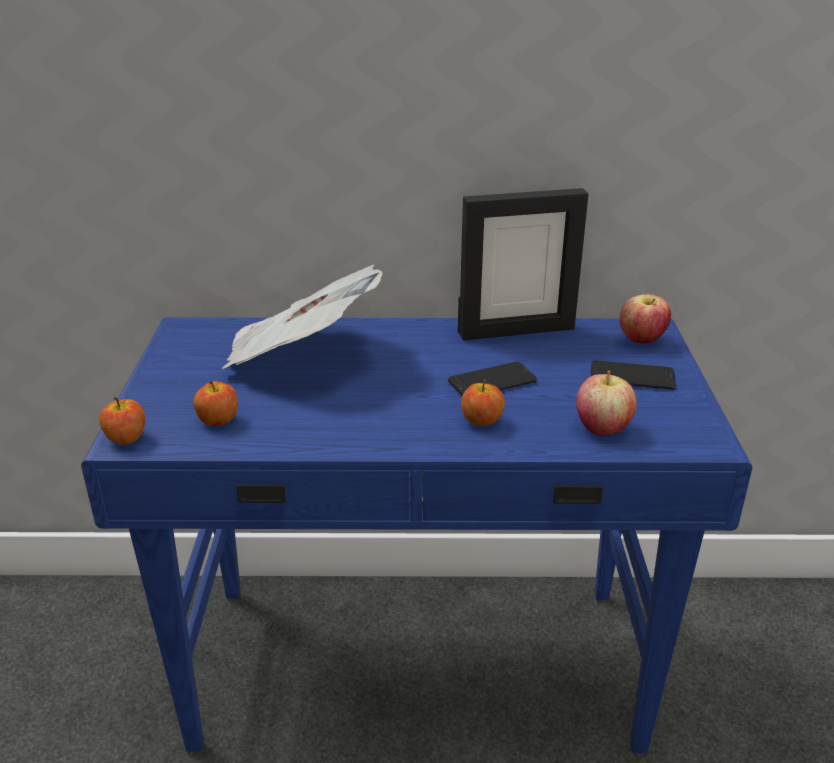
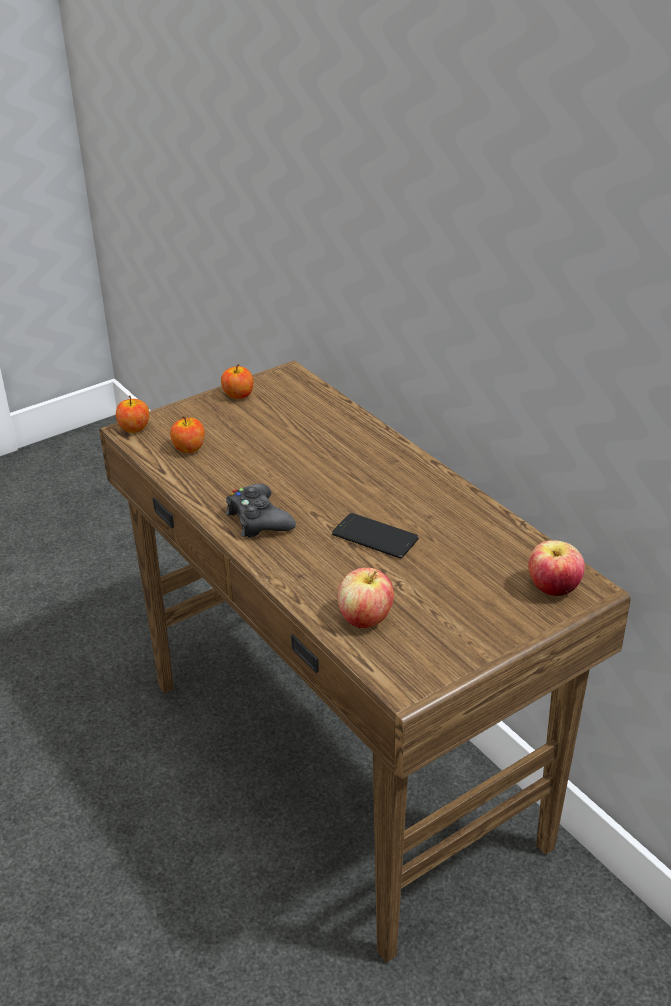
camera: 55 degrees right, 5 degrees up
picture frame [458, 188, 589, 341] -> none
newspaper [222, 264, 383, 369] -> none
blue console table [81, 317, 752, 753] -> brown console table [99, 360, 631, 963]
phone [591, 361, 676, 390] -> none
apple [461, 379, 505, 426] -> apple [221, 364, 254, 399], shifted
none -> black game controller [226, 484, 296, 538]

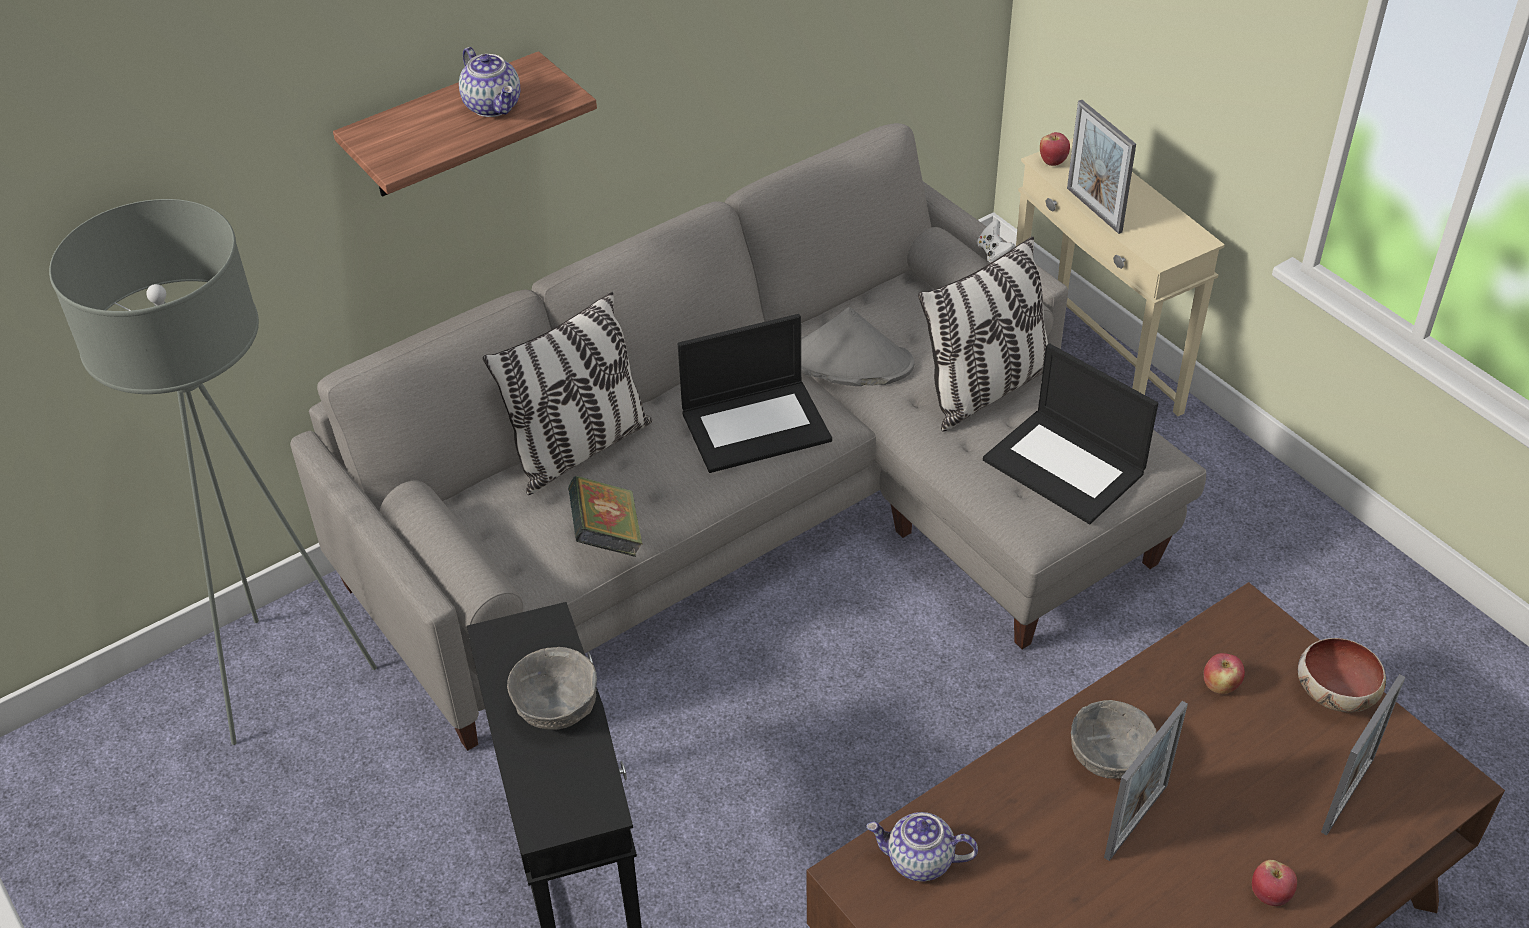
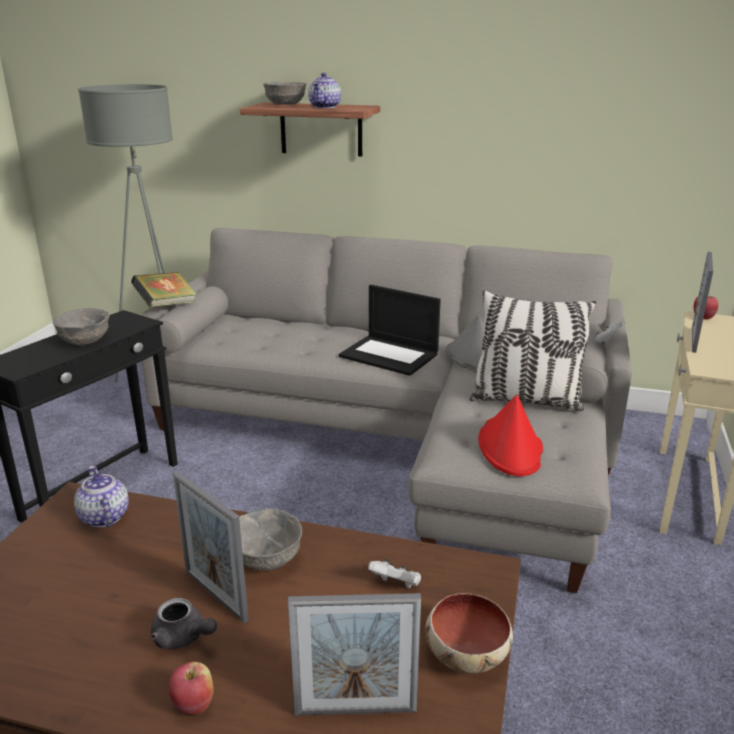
camera: 50 degrees right, 20 degrees down
pillow [483, 292, 653, 495] -> none
laptop [983, 343, 1158, 524] -> red hat [478, 395, 543, 476]
book [568, 476, 643, 557] -> book [131, 272, 197, 307], shifted
apple [1204, 653, 1245, 694] -> white game controller [368, 559, 421, 588]
picture frame [1104, 701, 1188, 861] -> picture frame [173, 471, 249, 623], 45 degrees clockwise
none -> grey bowl [263, 82, 307, 105]
none -> grey teapot [151, 598, 217, 649]

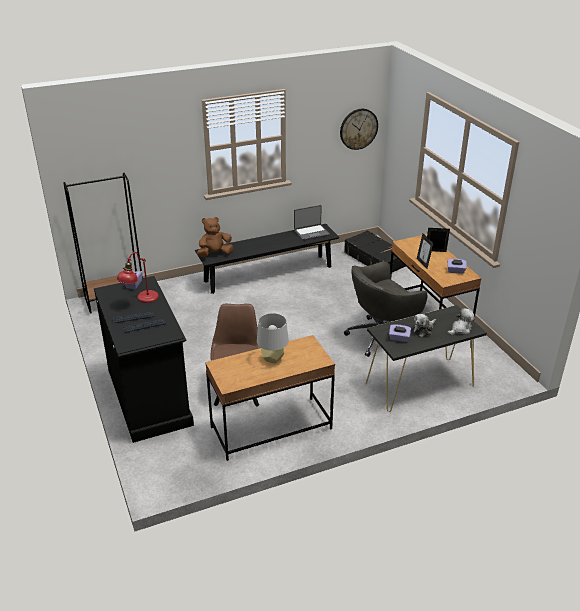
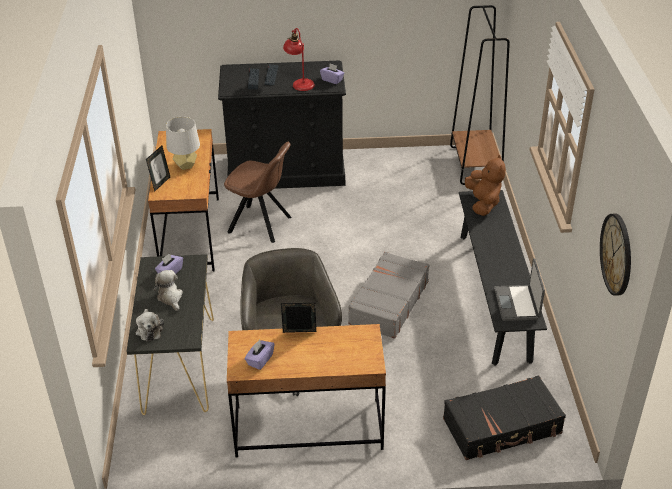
camera: 110 degrees right, 5 degrees up
picture frame [427, 228, 450, 252] -> picture frame [146, 146, 170, 192], shifted
none -> grey suitcase [348, 252, 430, 339]

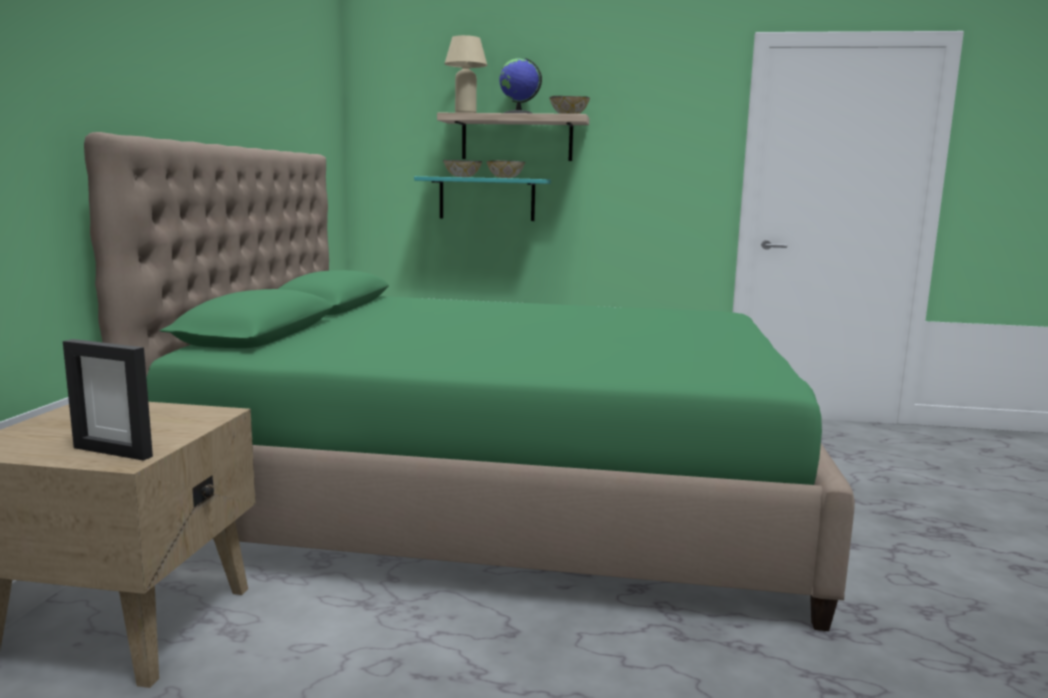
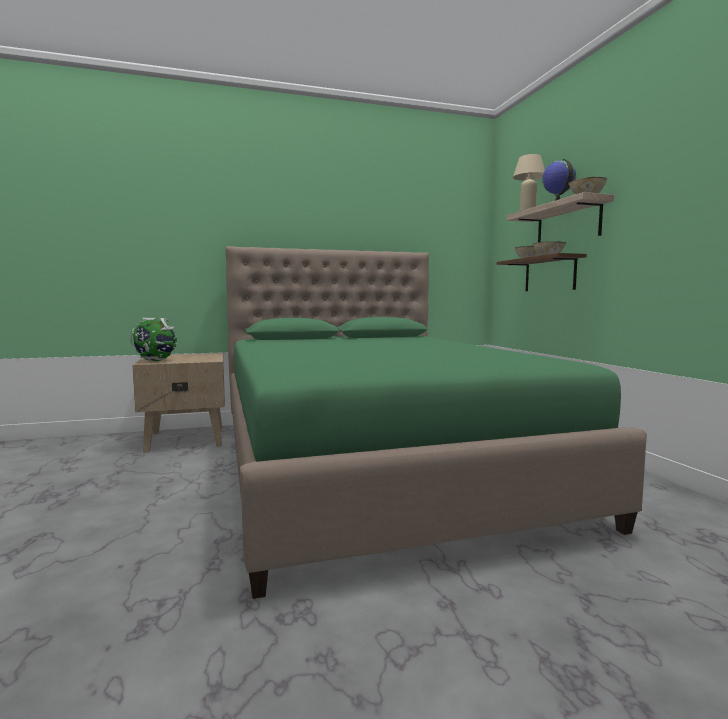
camera: 65 degrees right, 5 degrees down
turquoise shelf [414, 176, 551, 221] -> brown shelf [496, 253, 587, 291]
picture frame [63, 339, 153, 461] -> globe [130, 317, 178, 362]

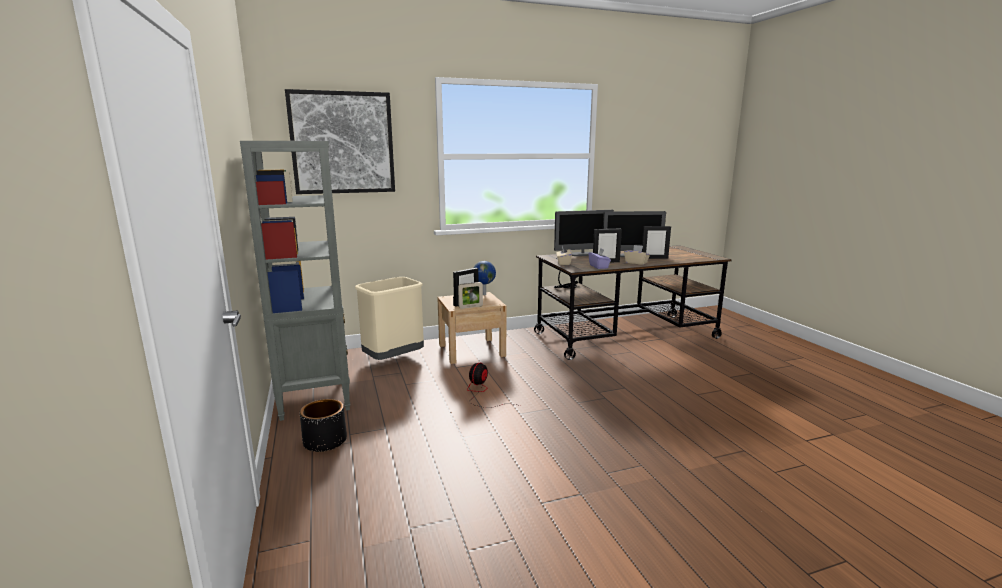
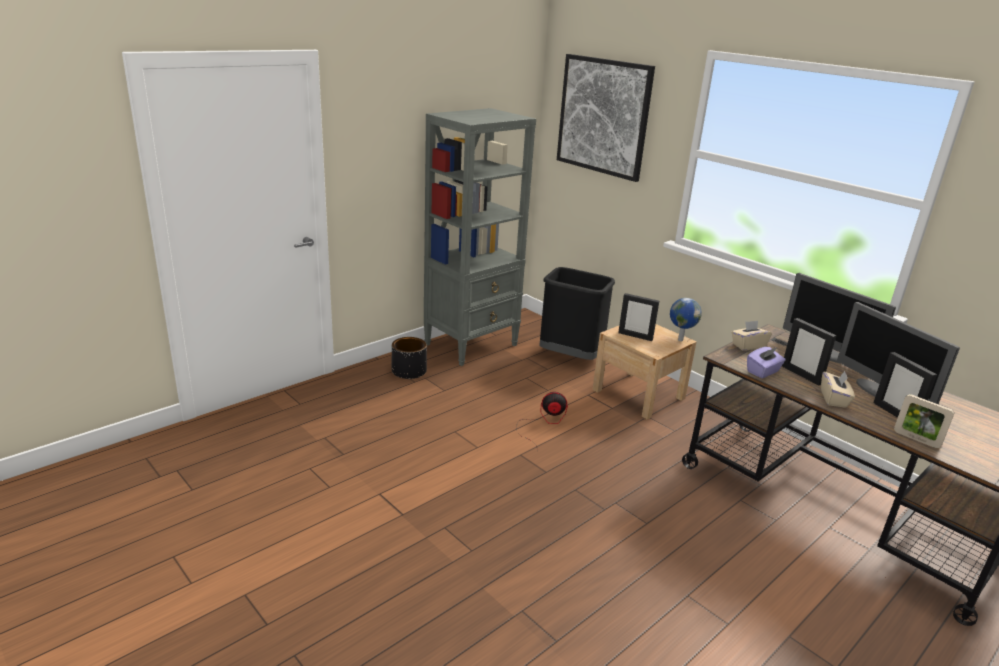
camera: 65 degrees right, 10 degrees up
beige trash can [355, 277, 424, 360] -> black trash can [540, 267, 615, 360]
picture frame [458, 282, 483, 309] -> picture frame [894, 394, 954, 448], shifted

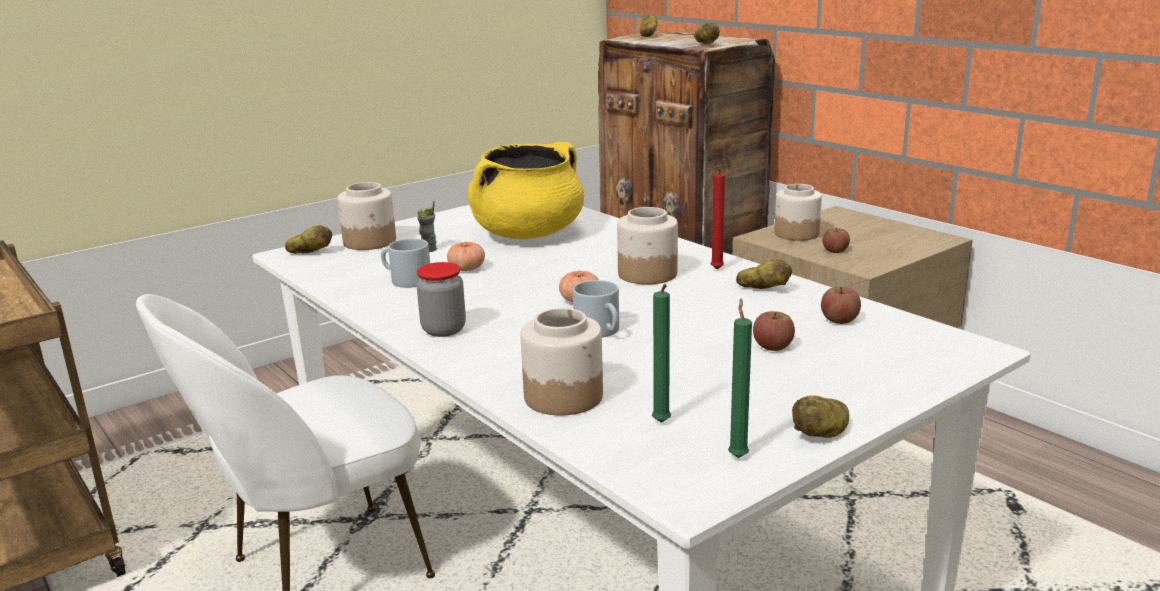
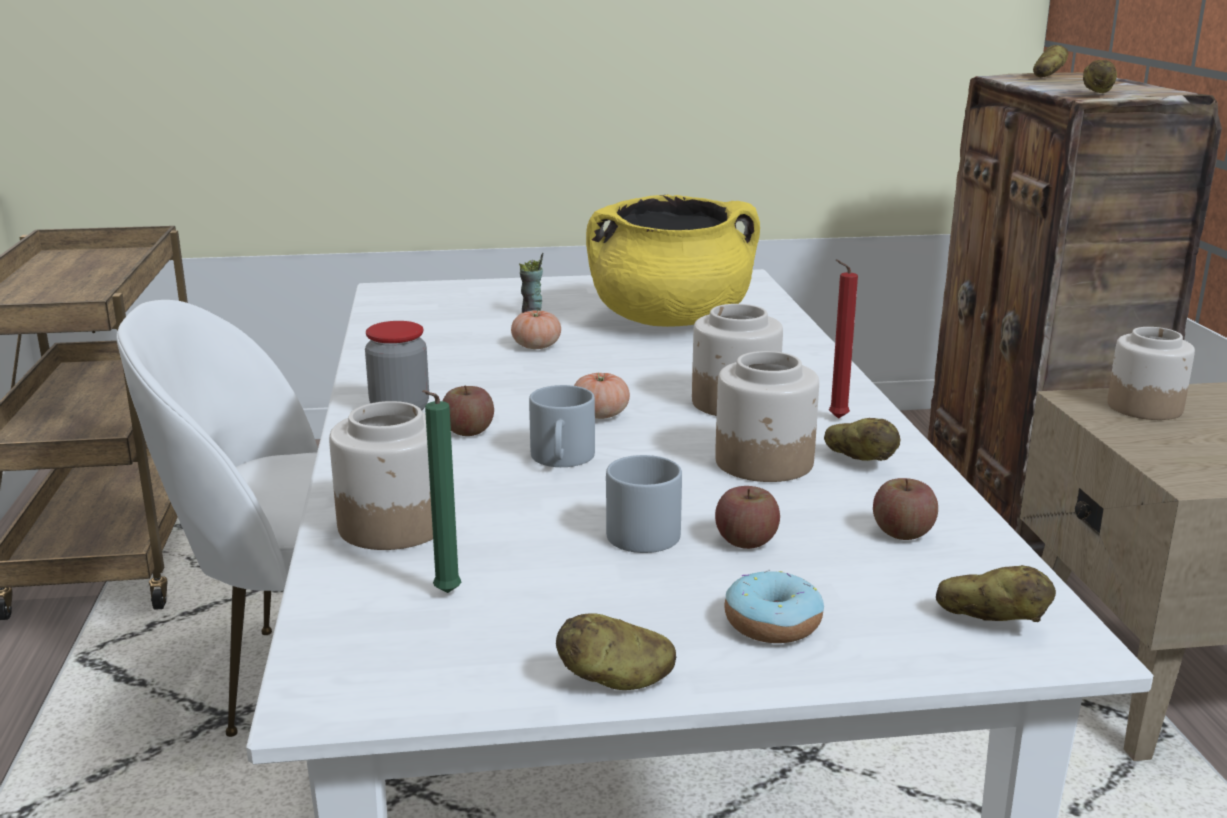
camera: 30 degrees right, 0 degrees up
jar [338, 182, 396, 250] -> jar [715, 351, 819, 482], shifted
potato [285, 225, 332, 254] -> potato [936, 565, 1056, 622], shifted
apple [822, 228, 850, 253] -> apple [443, 386, 494, 436], shifted
grey mug [381, 239, 430, 288] -> grey mug [606, 455, 682, 553], shifted
green candle [728, 299, 752, 458] -> none
none -> donut [724, 569, 824, 643]

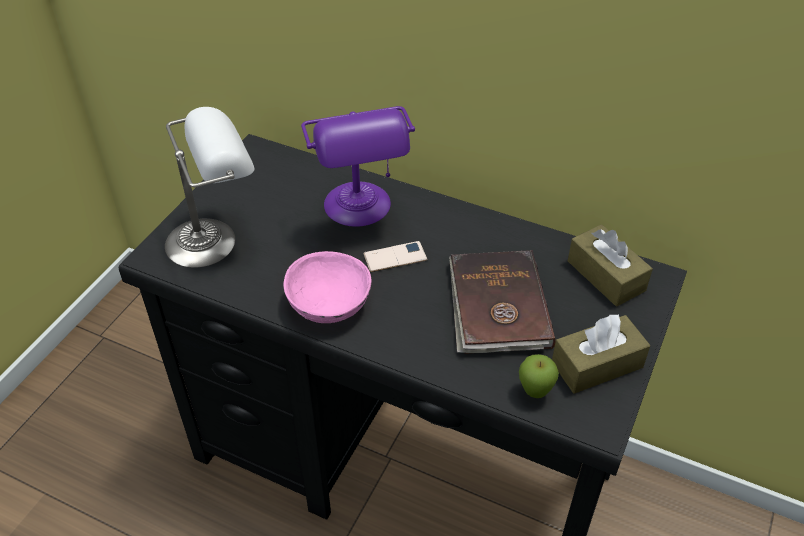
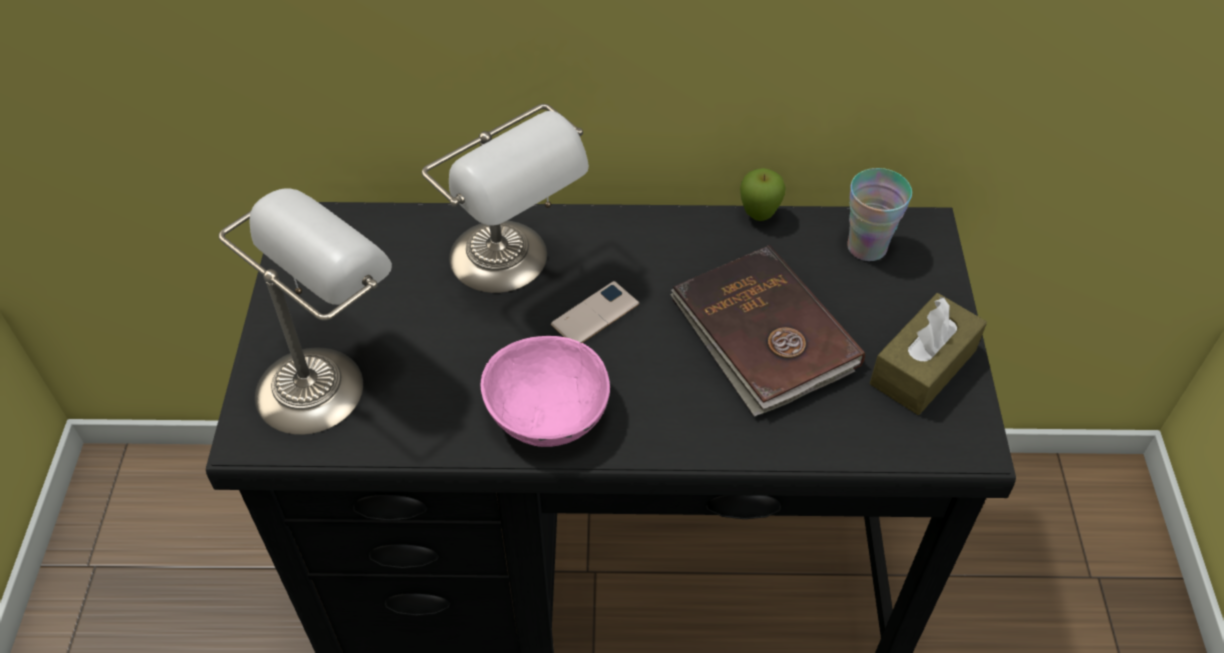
camera: 25 degrees left, 5 degrees up
purple table lamp [301, 106, 415, 227] -> white table lamp [422, 104, 589, 293]
brown tissue box [568, 224, 653, 307] -> cup [847, 168, 912, 261]
apple [519, 354, 559, 398] -> apple [740, 168, 786, 221], shifted

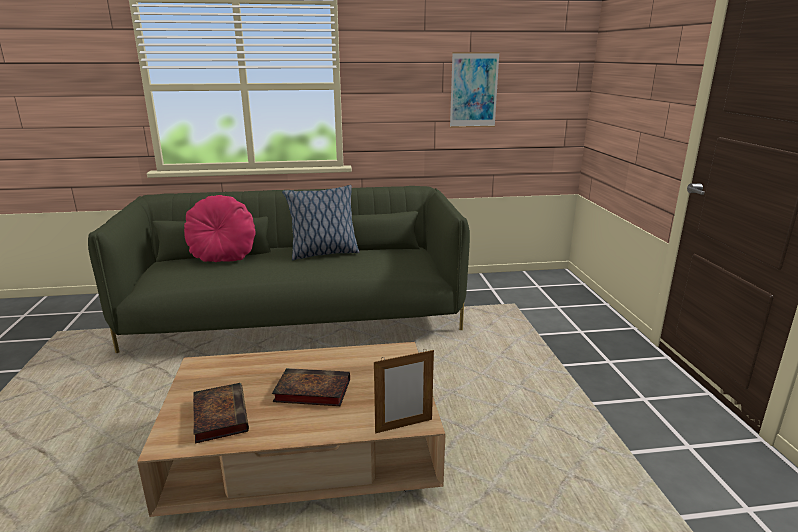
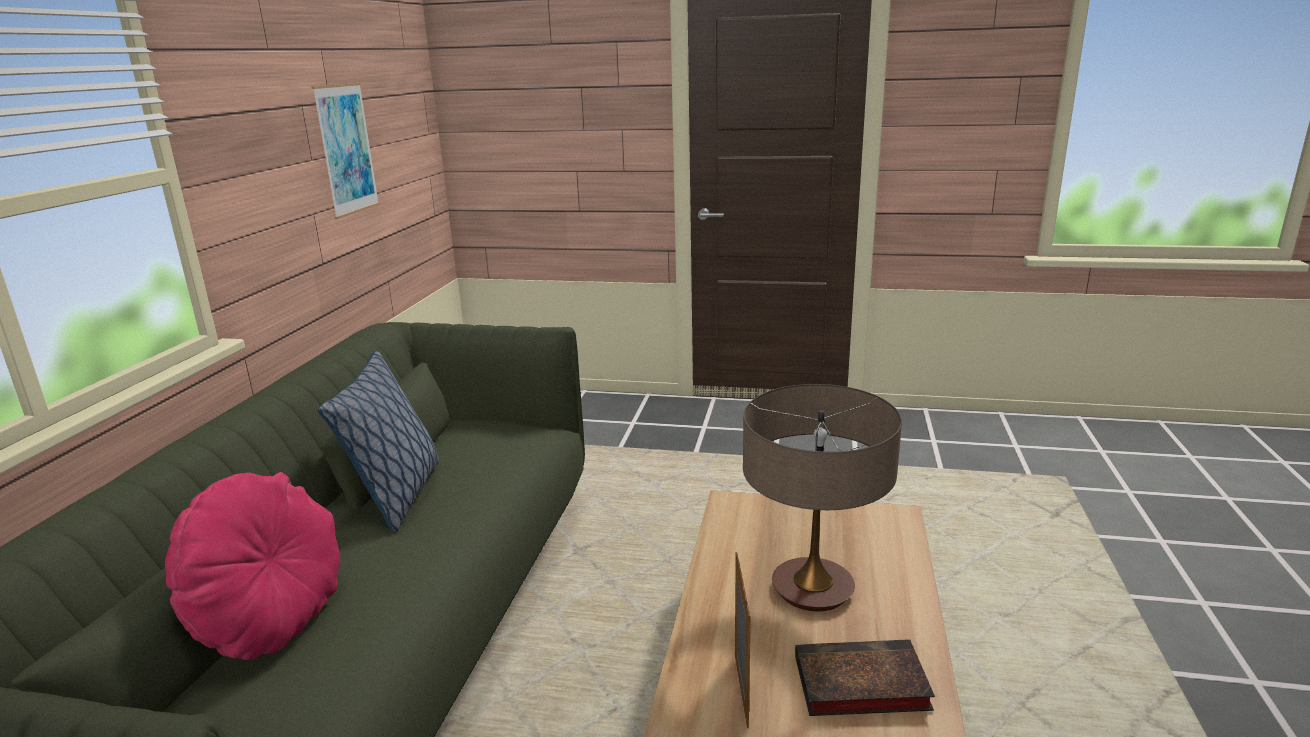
camera: 70 degrees left, 0 degrees up
picture frame [374, 350, 434, 434] -> picture frame [735, 552, 751, 728], shifted
book [272, 368, 350, 406] -> table lamp [743, 384, 902, 611]

